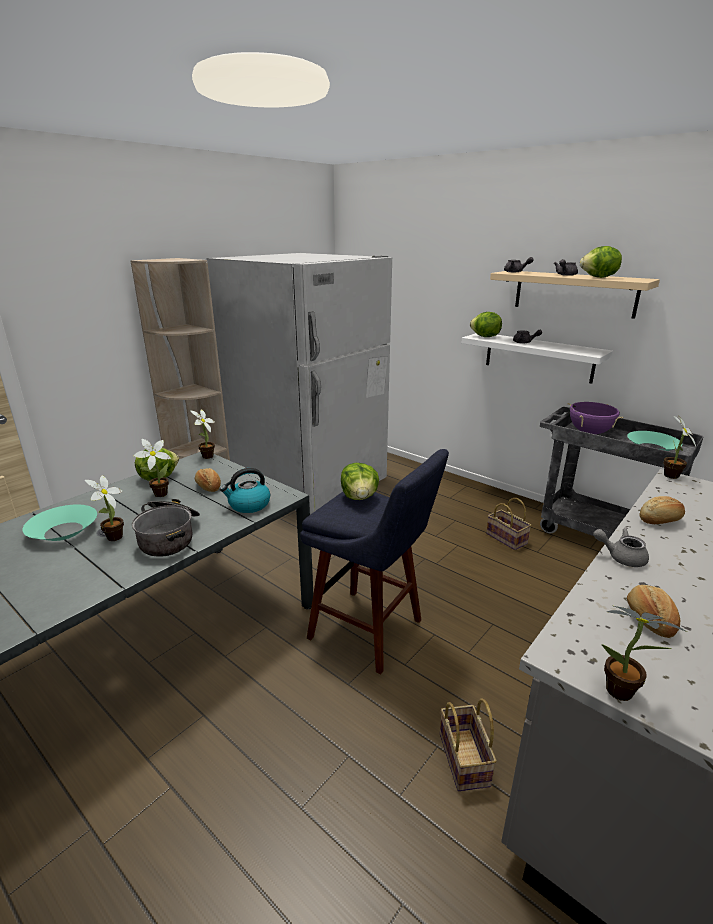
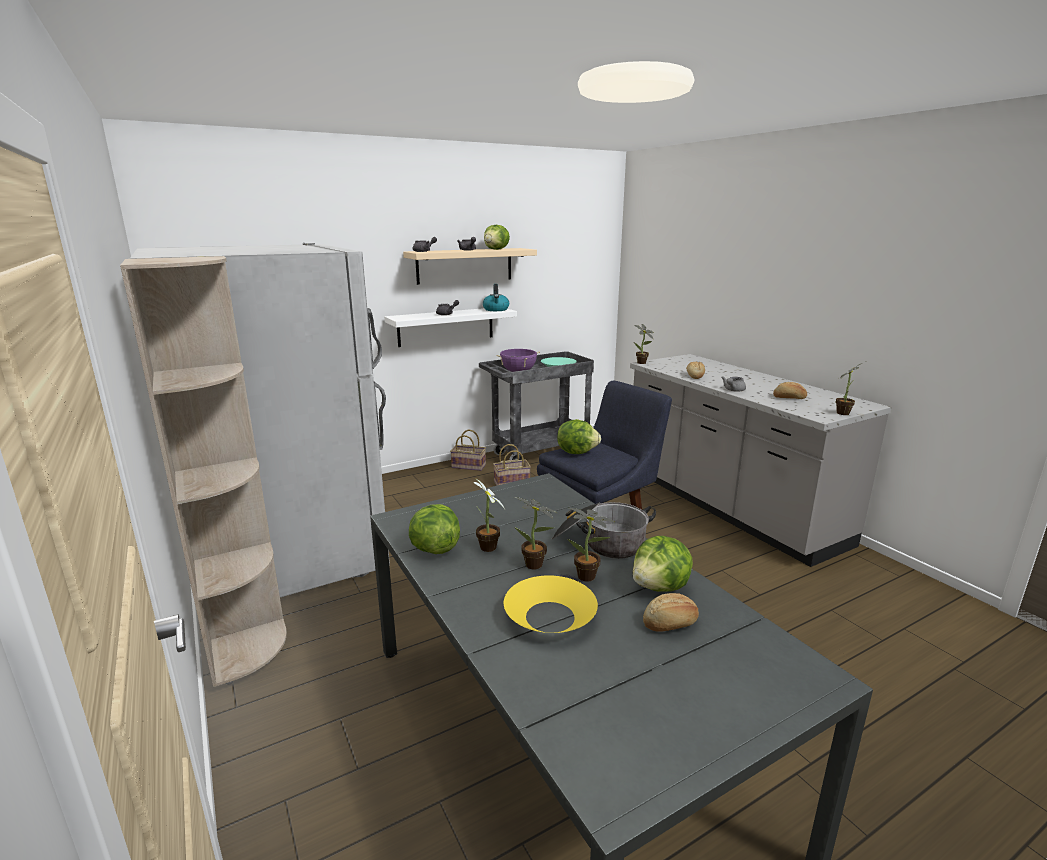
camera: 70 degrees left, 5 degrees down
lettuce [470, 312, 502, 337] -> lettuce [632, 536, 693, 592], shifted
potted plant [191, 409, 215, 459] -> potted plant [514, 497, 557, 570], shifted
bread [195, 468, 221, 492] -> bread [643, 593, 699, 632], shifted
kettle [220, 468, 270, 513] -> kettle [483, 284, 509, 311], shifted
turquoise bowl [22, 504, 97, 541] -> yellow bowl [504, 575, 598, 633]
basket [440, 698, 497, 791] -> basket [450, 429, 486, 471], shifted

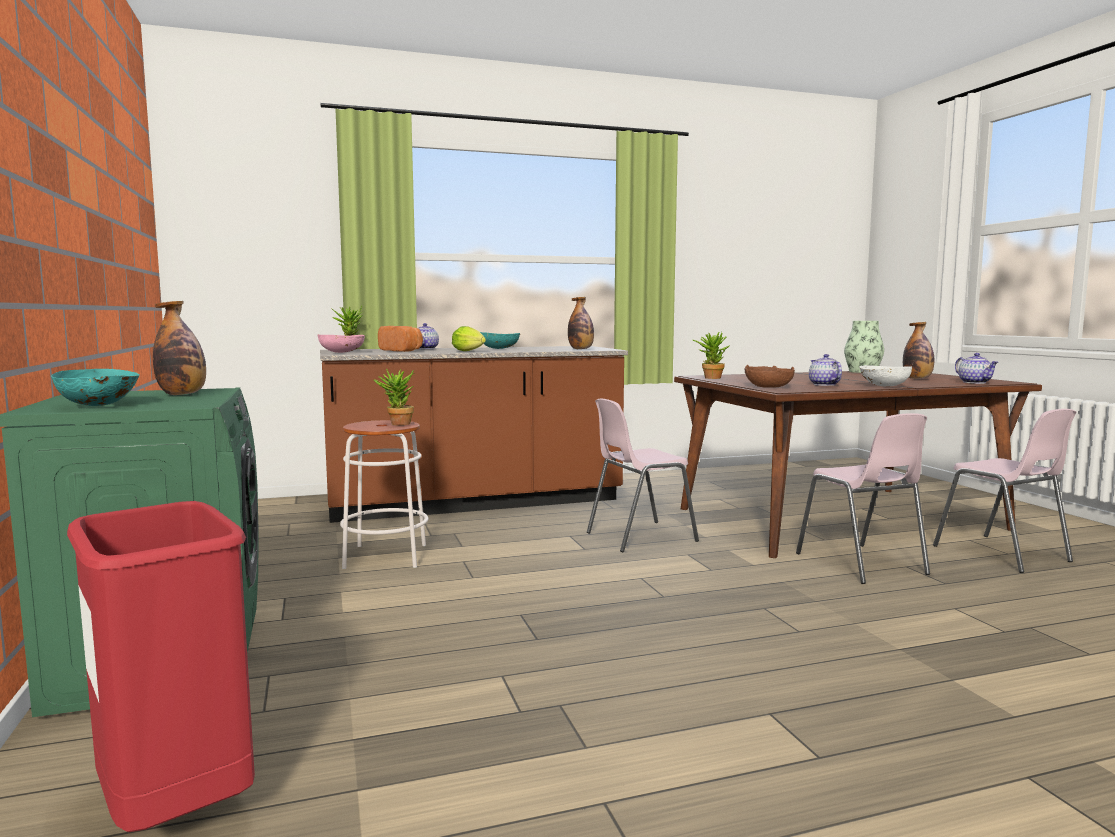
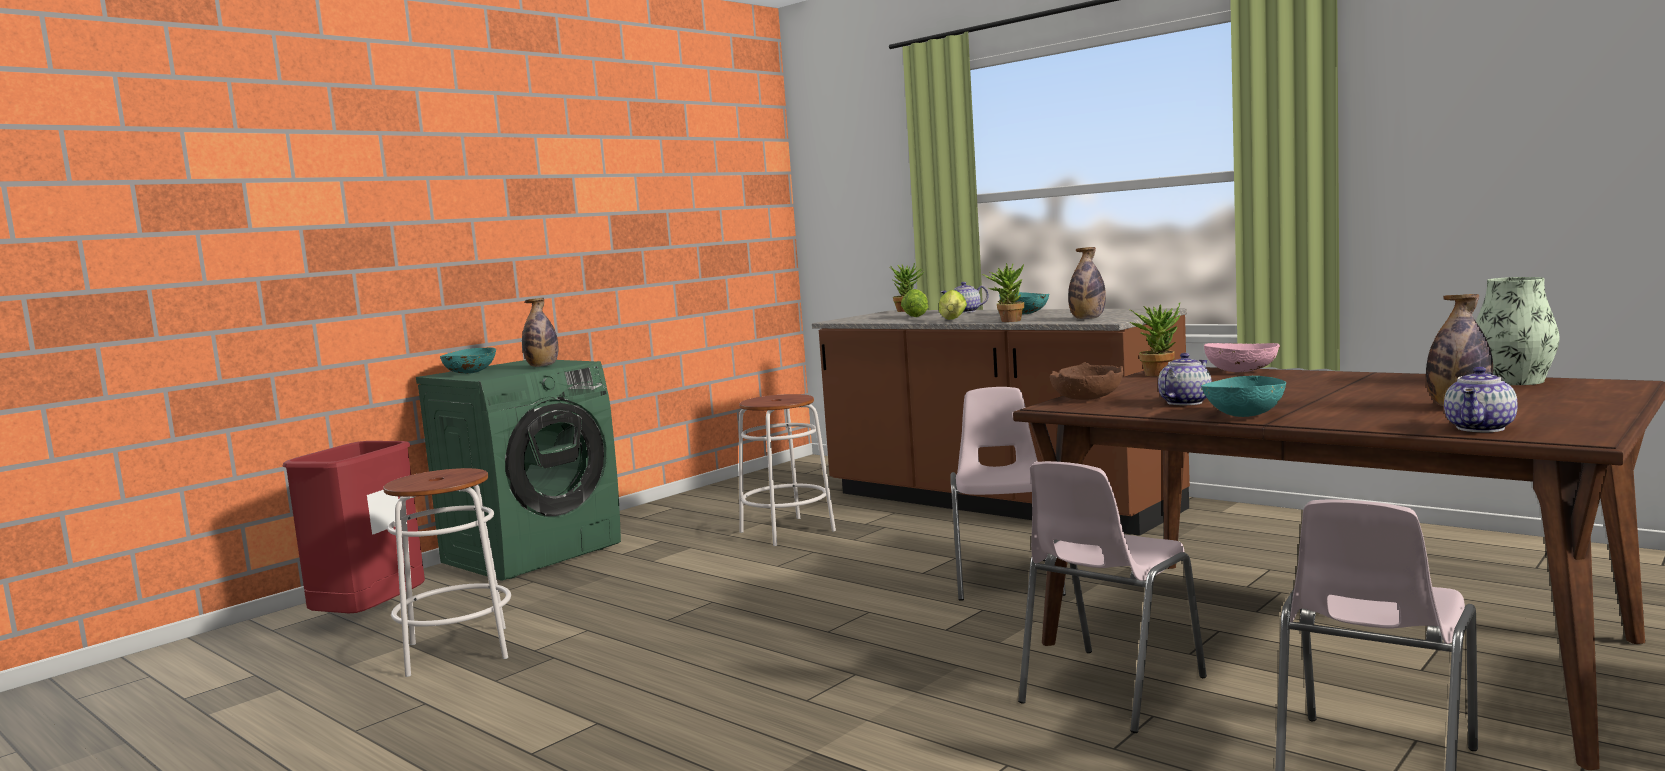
camera: 60 degrees right, 0 degrees up
bread [378, 326, 423, 352] -> lettuce [901, 289, 928, 317]
pink bowl [317, 335, 365, 353] -> pink bowl [1204, 343, 1280, 372], shifted
white bowl [859, 365, 912, 387] -> turquoise bowl [1201, 376, 1286, 417]
potted plant [373, 368, 414, 425] -> potted plant [982, 263, 1024, 322], shifted
pink chair [587, 399, 699, 552] -> pink chair [950, 387, 1066, 601], 60 degrees clockwise
none -> white stool [383, 468, 511, 677]

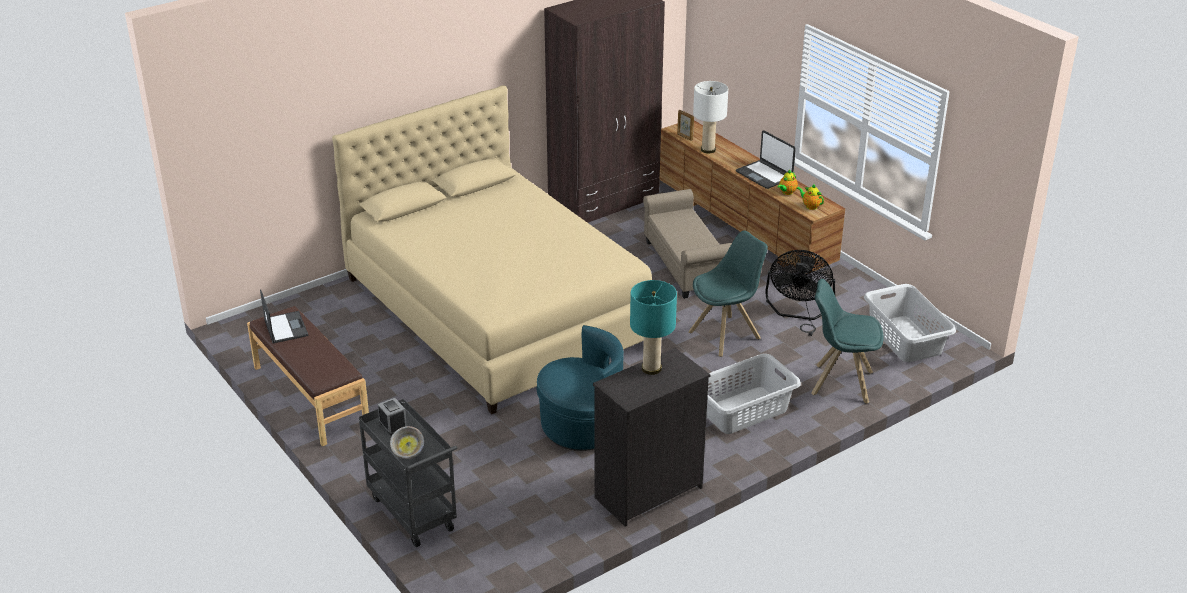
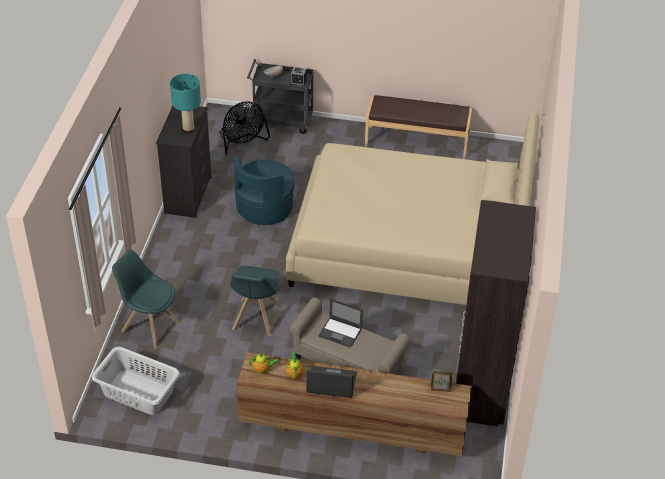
camera: 135 degrees right, 10 degrees up
white table lamp [693, 81, 728, 153] -> none
black fan [765, 250, 835, 336] -> black fan [219, 101, 270, 155], shifted
turquoise chair [811, 279, 884, 404] -> turquoise chair [112, 250, 180, 349], 120 degrees counterclockwise
laptop [260, 289, 308, 344] -> laptop [318, 299, 363, 348], shifted
grey laundry basket [706, 354, 801, 434] -> none

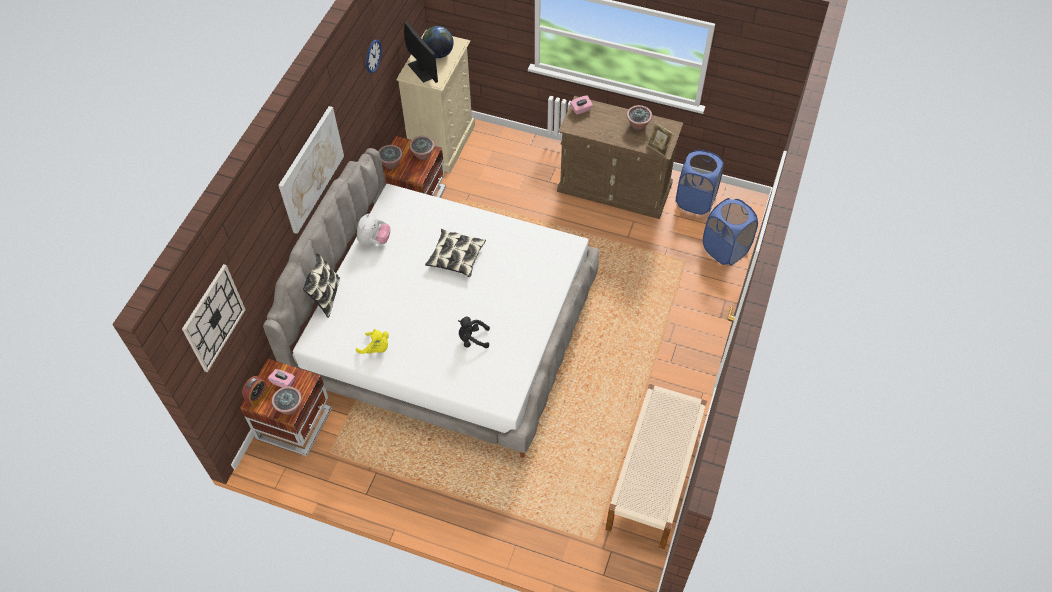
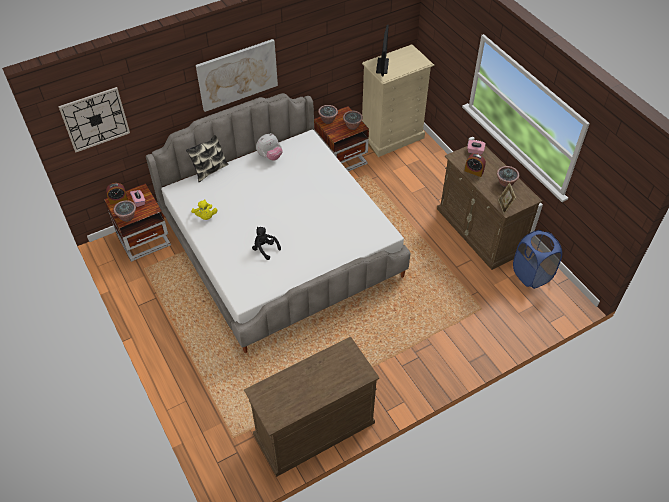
camera: 40 degrees right, 5 degrees down
globe [422, 26, 454, 58] -> none
wall clock [366, 39, 382, 73] -> none
blue laundry basket [703, 198, 758, 265] -> none
pillow [425, 229, 486, 277] -> none
beige bench [605, 383, 707, 550] -> brown dresser [244, 337, 379, 477]
none -> alarm clock [465, 153, 486, 177]

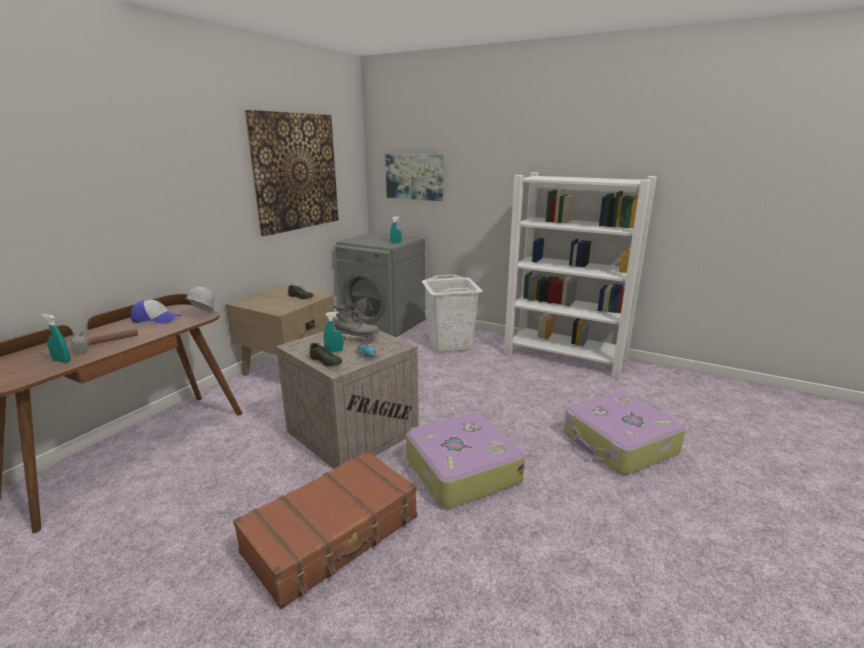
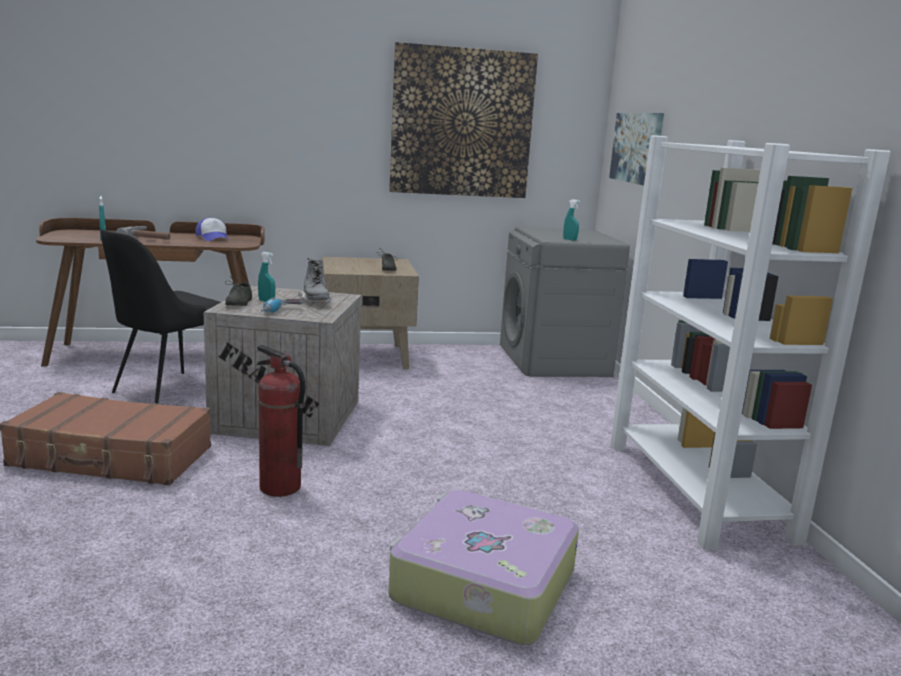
camera: 50 degrees right, 5 degrees down
white laundry basket [422, 275, 483, 353] -> none
white hard hat [185, 287, 214, 313] -> none
suitcase [406, 412, 525, 508] -> fire extinguisher [257, 345, 306, 497]
none -> black chair [100, 229, 221, 404]

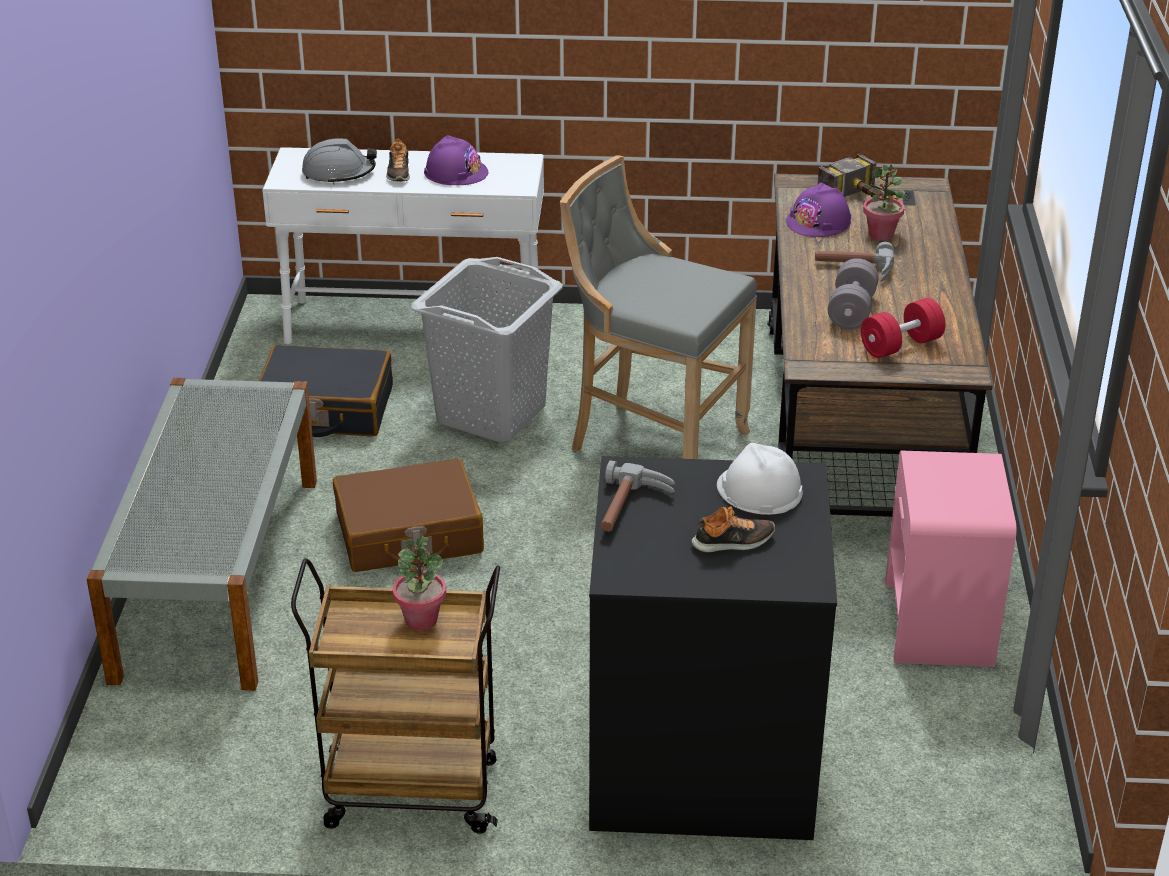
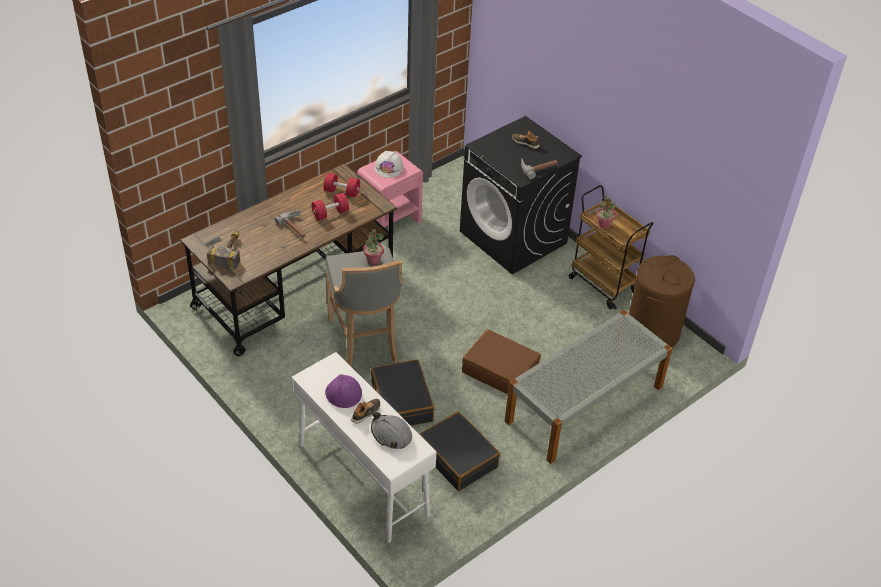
camera: 135 degrees left, 10 degrees up
potted plant [863, 164, 905, 241] -> potted plant [363, 229, 384, 265], shifted
purple hard hat [786, 182, 851, 237] -> none
grey laundry basket [411, 257, 563, 443] -> black suitcase [371, 360, 435, 426]
grey dumbbell [828, 258, 879, 329] -> red dumbbell [311, 193, 349, 220]
white hard hat [717, 443, 803, 515] -> white hard hat [374, 151, 404, 178], shifted
none -> brown laundry basket [627, 255, 695, 350]

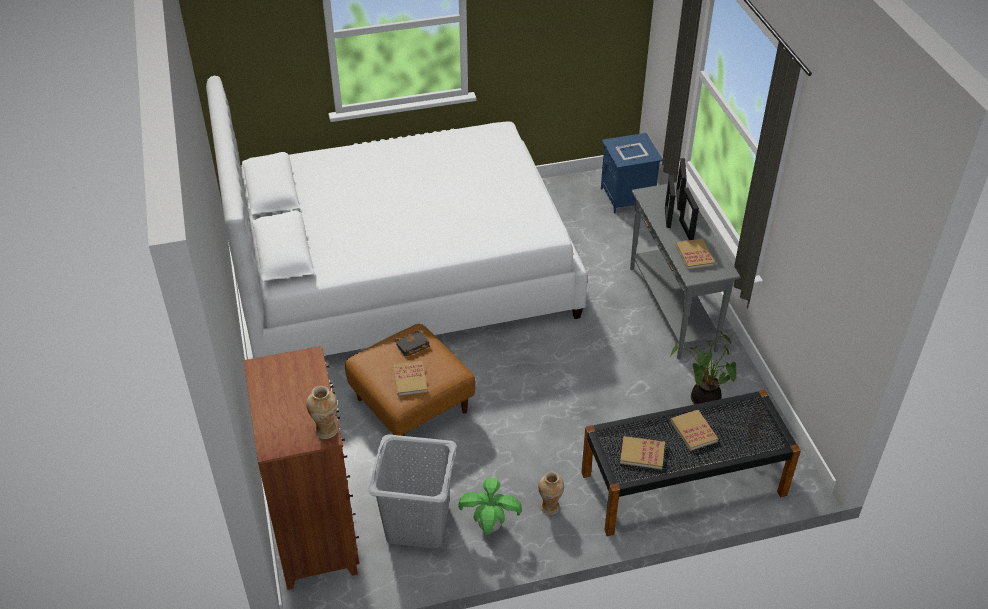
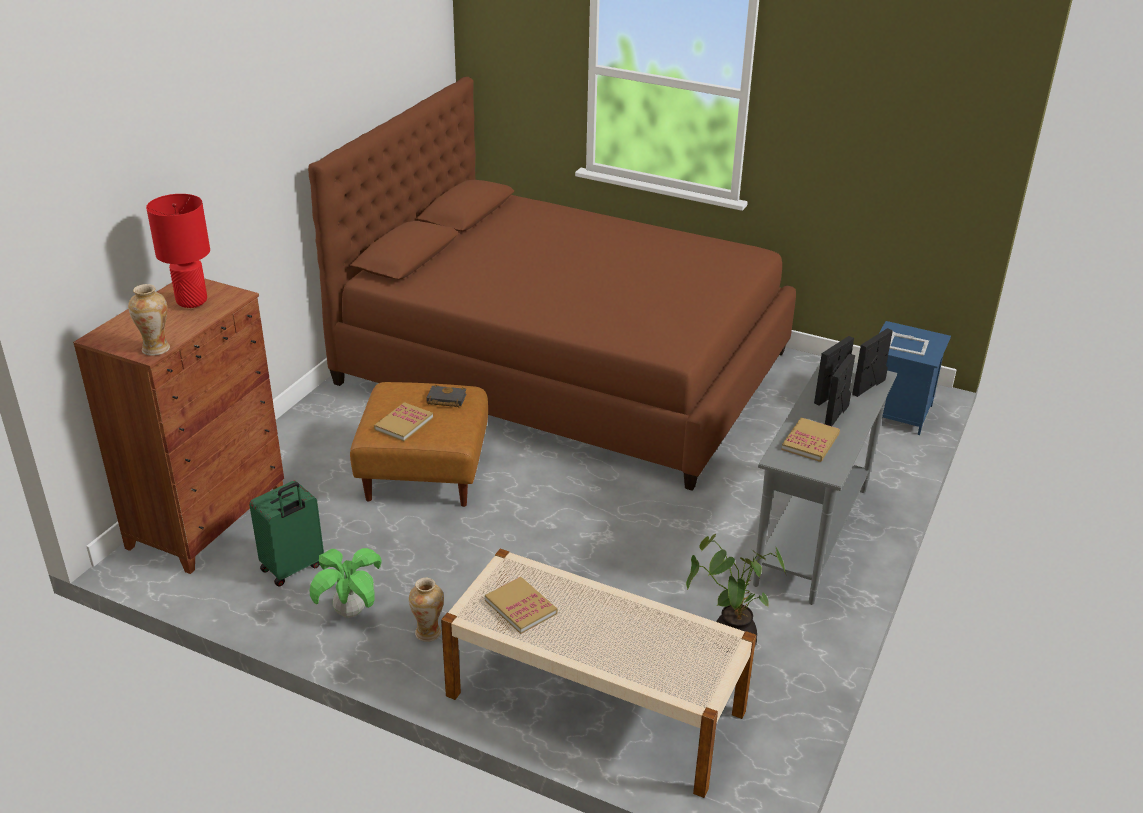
camera: 40 degrees right, 10 degrees down
white bed [206, 76, 587, 358] -> brown bed [308, 77, 796, 491]
black bench [581, 390, 801, 536] -> beige bench [441, 549, 756, 798]
book [670, 410, 718, 451] -> none
grey laundry basket [368, 434, 457, 548] -> green suitcase [249, 481, 324, 587]
none -> red table lamp [146, 194, 210, 308]

